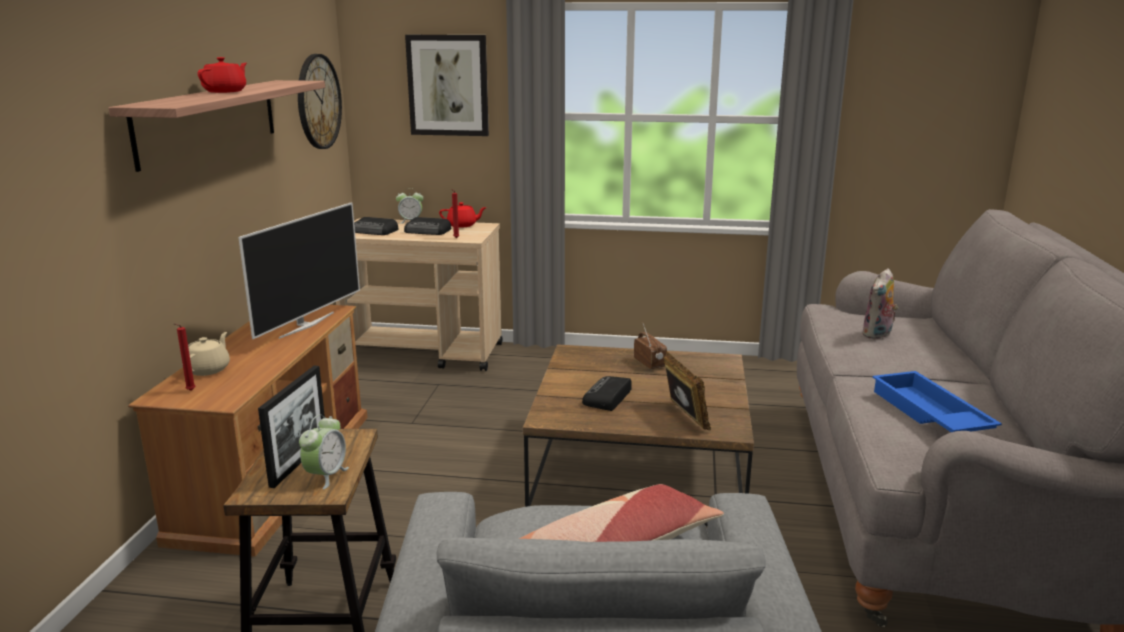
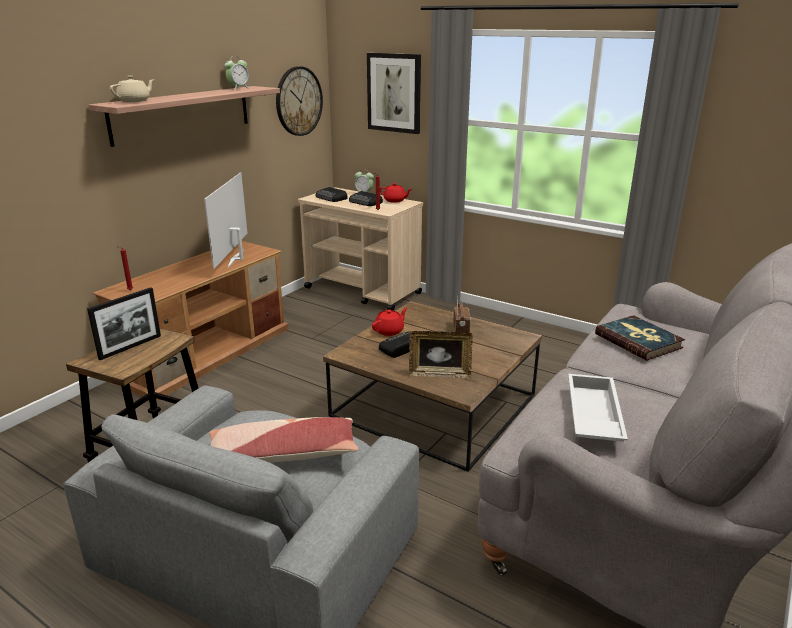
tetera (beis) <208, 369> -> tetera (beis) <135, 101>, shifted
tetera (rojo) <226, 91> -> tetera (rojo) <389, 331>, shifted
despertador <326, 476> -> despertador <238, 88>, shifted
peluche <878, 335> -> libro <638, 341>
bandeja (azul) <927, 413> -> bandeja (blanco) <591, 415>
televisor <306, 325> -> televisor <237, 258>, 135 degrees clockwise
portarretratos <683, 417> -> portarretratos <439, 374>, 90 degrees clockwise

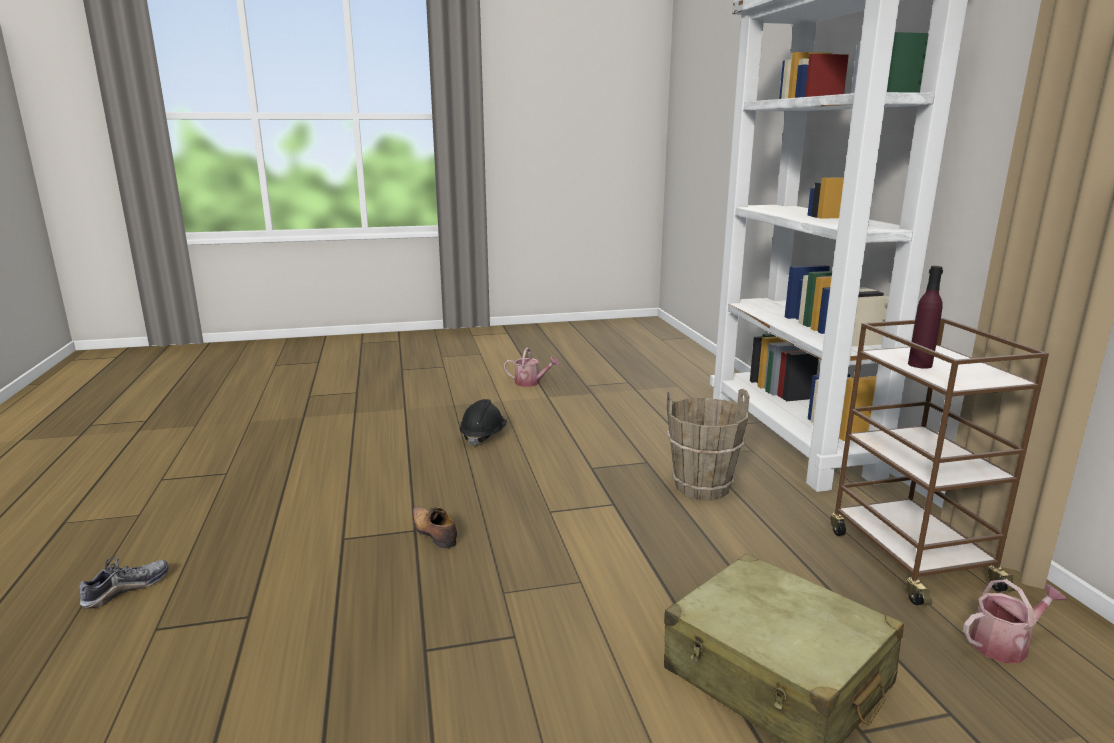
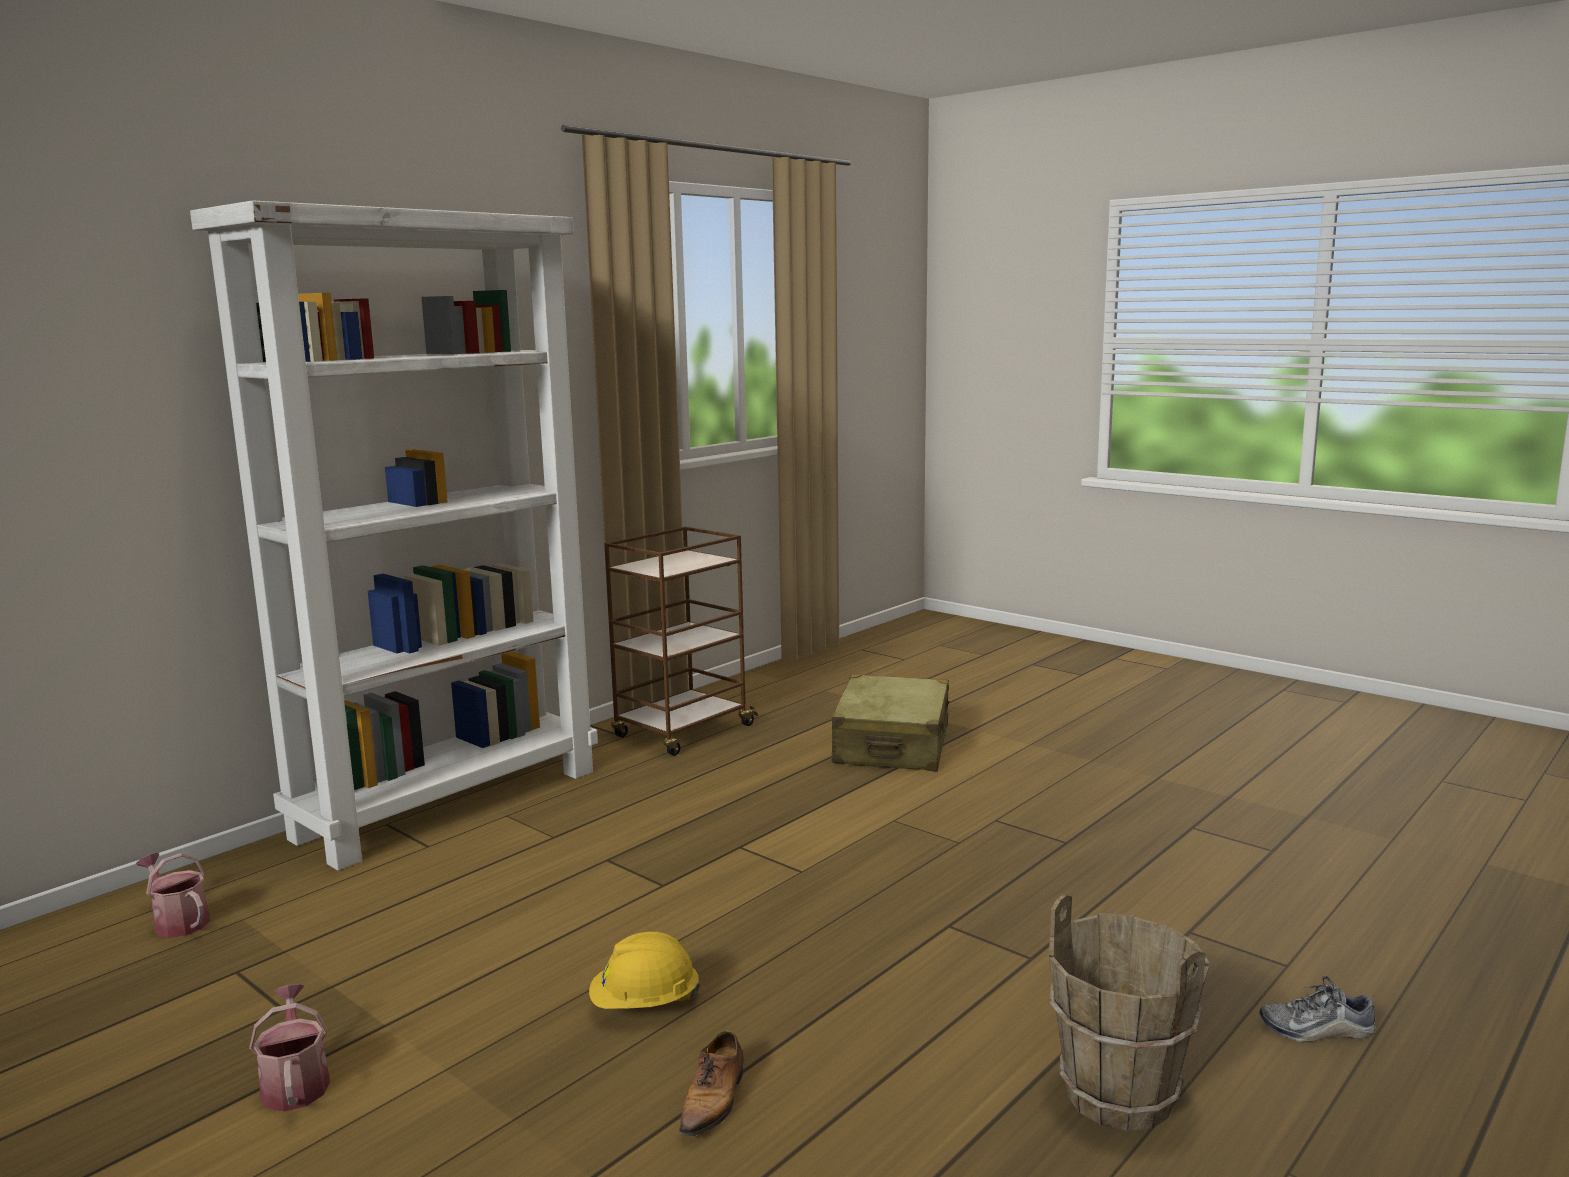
botella (morado) <920, 365> -> none
zapato <433, 533> -> zapato <713, 1100>, shifted
cubo (marrón) <702, 487> -> cubo (marrón) <1119, 1094>, shifted
regadera <1004, 644> -> regadera <178, 921>, shifted
casco (negro) <483, 436> -> casco (amarillo) <645, 1004>

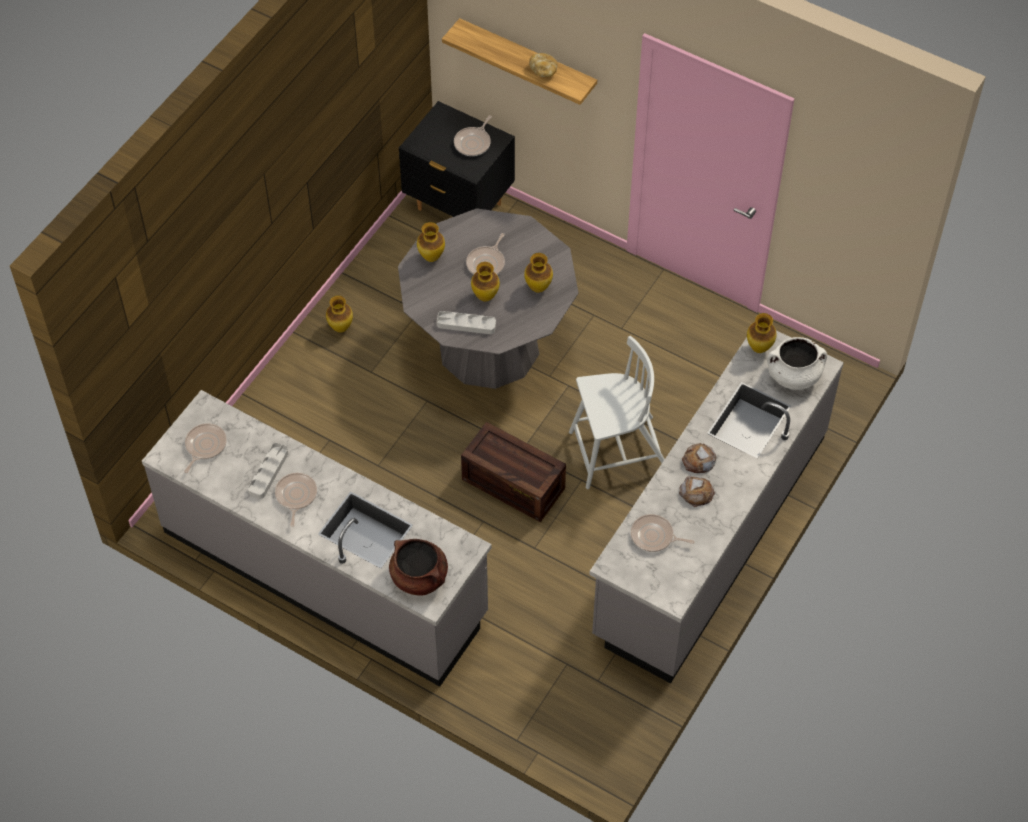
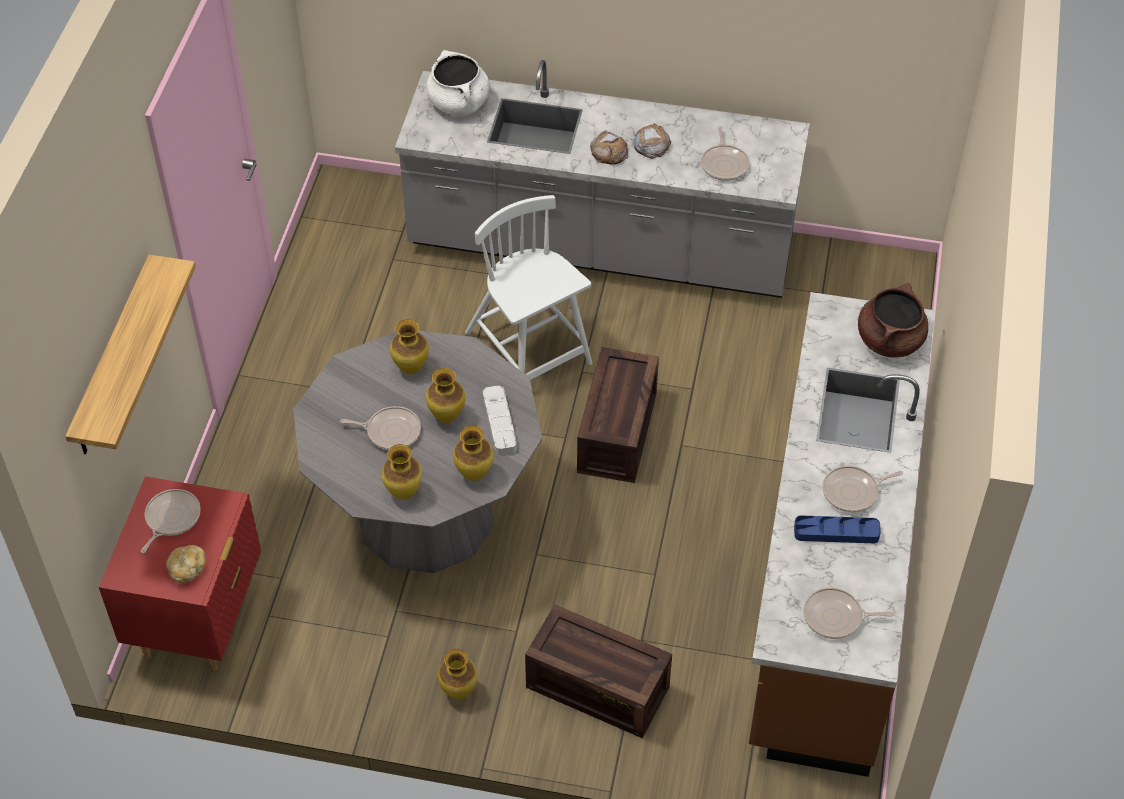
none -> caja de embalaje <595, 688>
pan <543, 70> -> pan <187, 569>, shifted
florero <759, 348> -> florero <475, 474>, shifted
mueble bajo de cocina (gris) <325, 572> -> mueble bajo de cocina (marrón) <829, 576>
bandeja (gris) <268, 472> -> bandeja (azul) <836, 532>
mesita de noche (negro) <459, 207> -> mesita de noche (rojo) <198, 622>
sartén <473, 143> -> sartén <171, 518>, 75 degrees counterclockwise

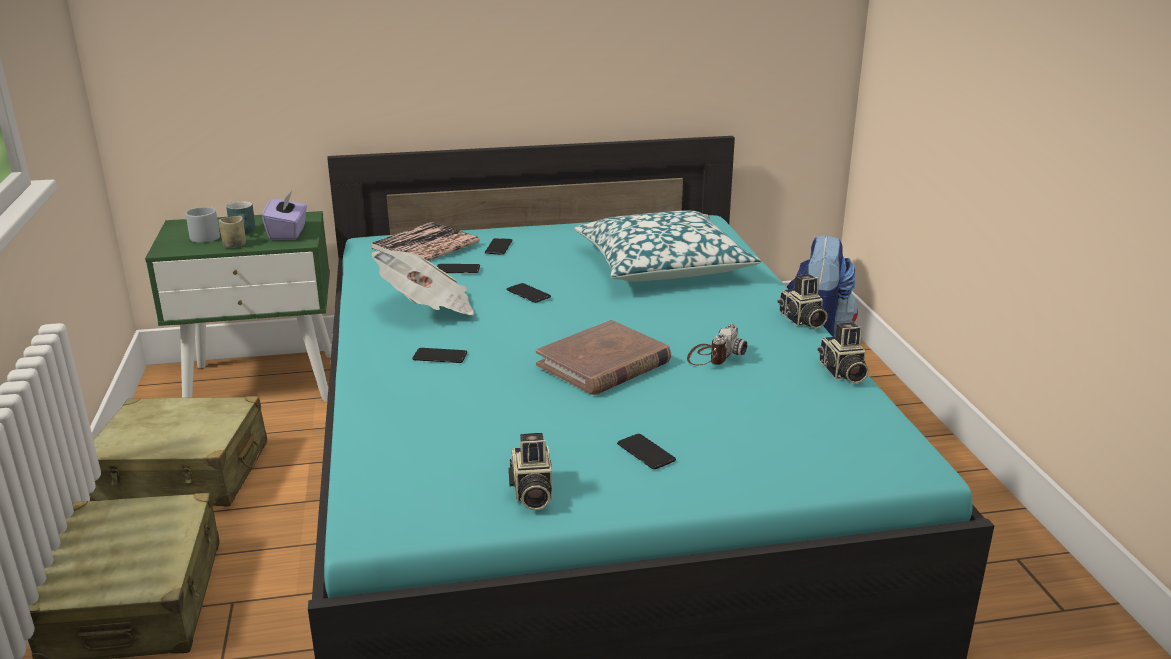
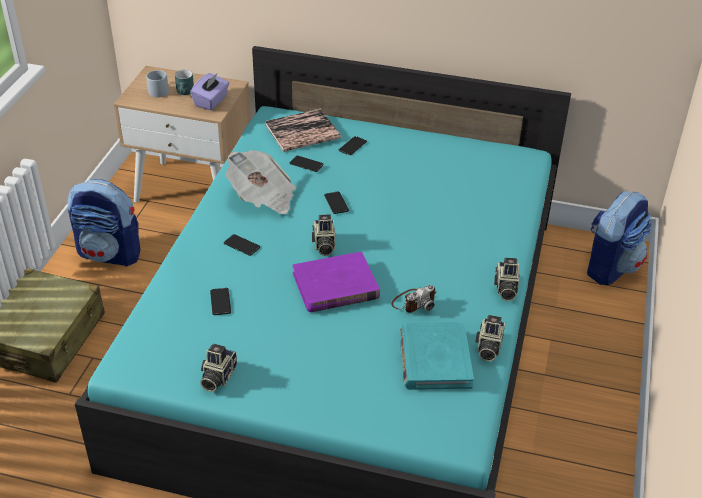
taza <234, 245> -> none
cojín <662, 266> -> none
none -> cámara <323, 245>
none -> libro (turquesa) <434, 359>
móvil <646, 452> -> móvil <220, 302>, shifted
maleta (beis) <183, 475> -> mochila <110, 254>
mesita de noche (verde) <263, 382> -> mesita de noche (beis) <193, 189>
libro (marrón) <603, 363> -> libro (morado) <335, 286>

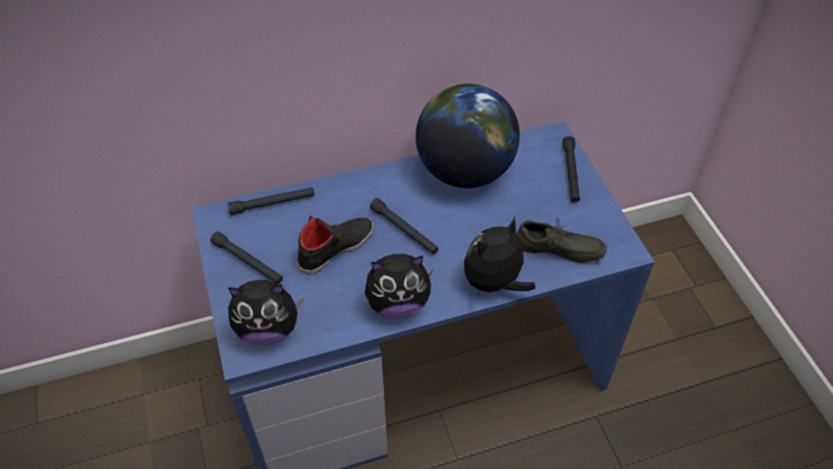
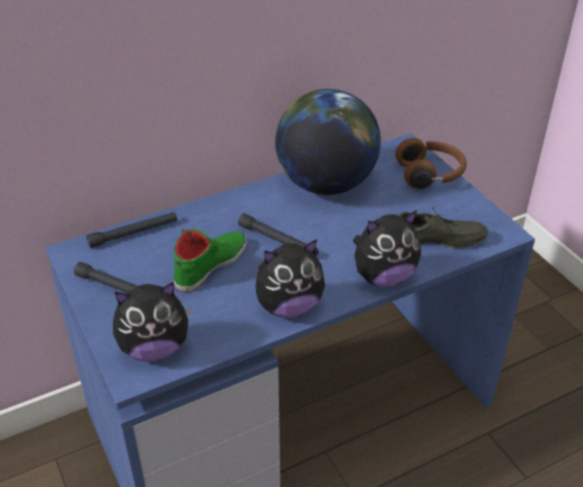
linterna (negro) <570, 173> -> auriculares (marrón) <430, 174>
zapato (negro) <336, 247> -> zapato (verde) <210, 264>
peluche <494, 284> -> peluche <383, 276>, 150 degrees counterclockwise

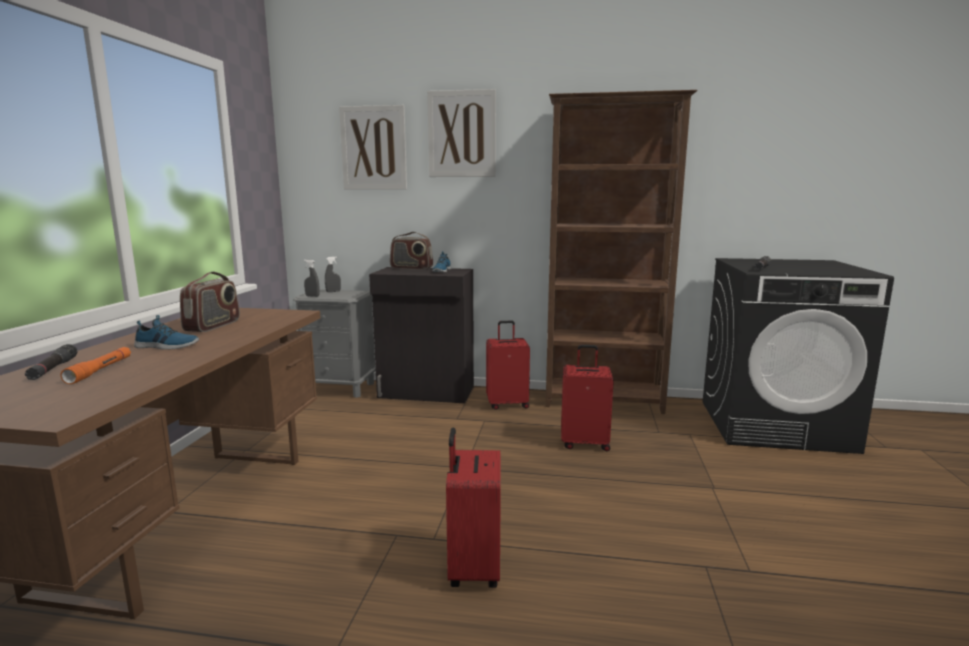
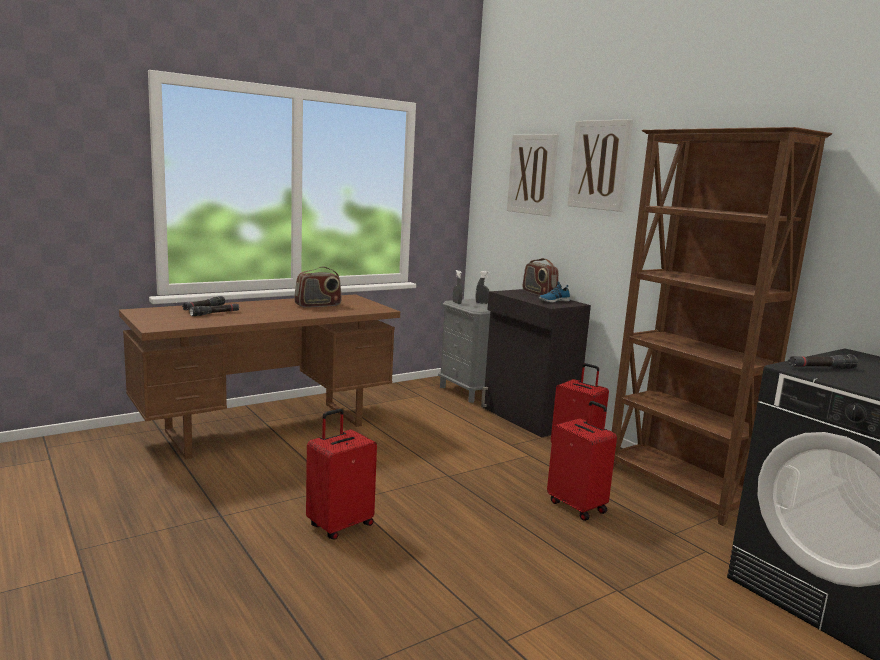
zapato <166, 346> -> none
linterna (naranja) <100, 370> -> linterna (negro) <215, 313>

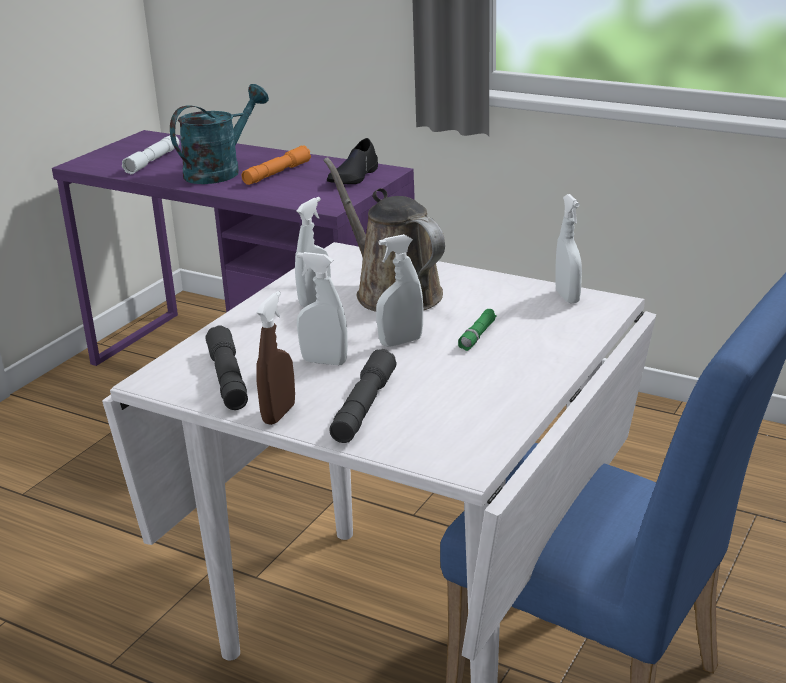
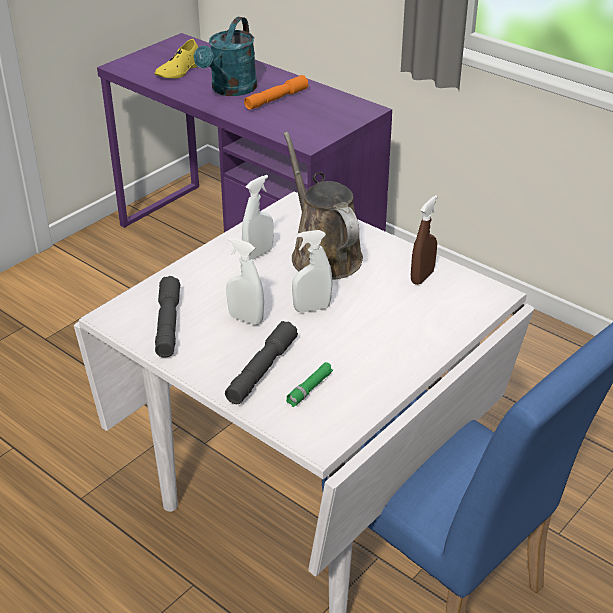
zapato (negro) <354, 177> -> none
pulverizador (blanco) <567, 297> -> none
pulverizador (marrón) <279, 414> -> pulverizador (marrón) <422, 277>, shifted
linterna (verde) <477, 335> -> linterna (verde) <309, 389>, shifted
linterna (blanco) <153, 161> -> zapato (amarillo) <179, 70>
regadera (turquesa) <220, 171> -> regadera (turquesa) <230, 90>, 150 degrees clockwise

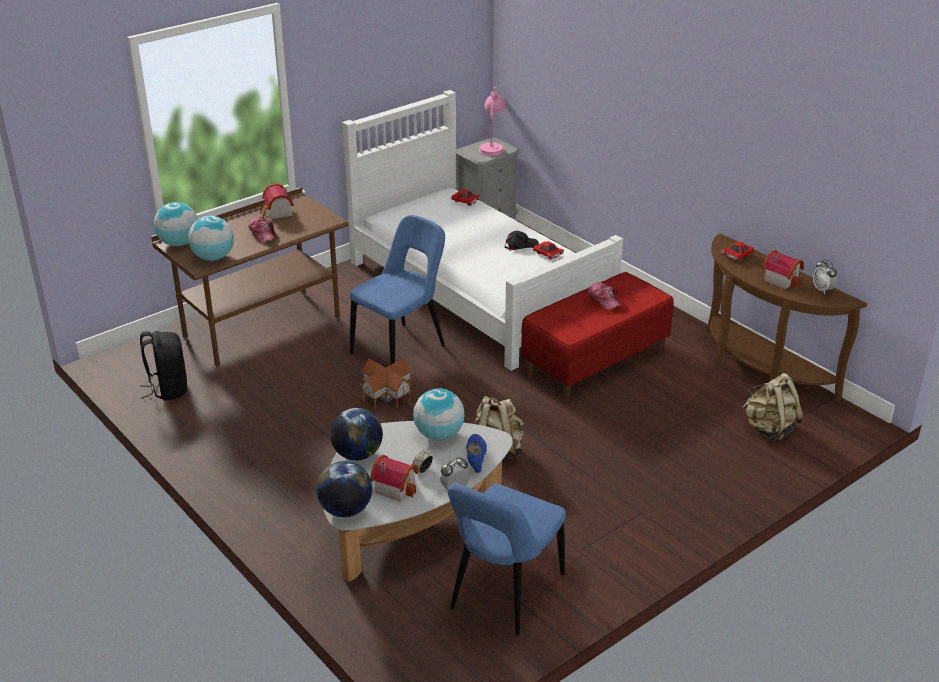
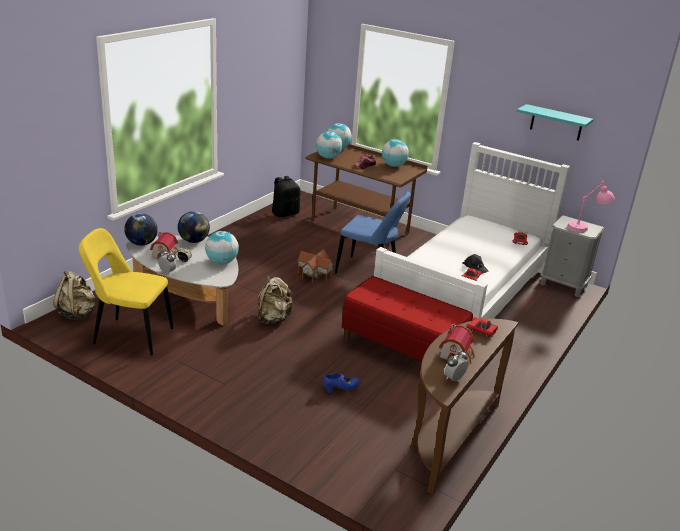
gorra <604, 300> -> none
none -> estante (turquesa) <556, 123>
zapato (azul) <475, 459> -> zapato (azul) <341, 389>, shifted
mochila (beis) <769, 429> -> mochila (beis) <77, 313>, shifted
casita <277, 213> -> globo terráqueo <393, 166>
silla (azul) <504, 595> -> silla (amarillo) <130, 336>

